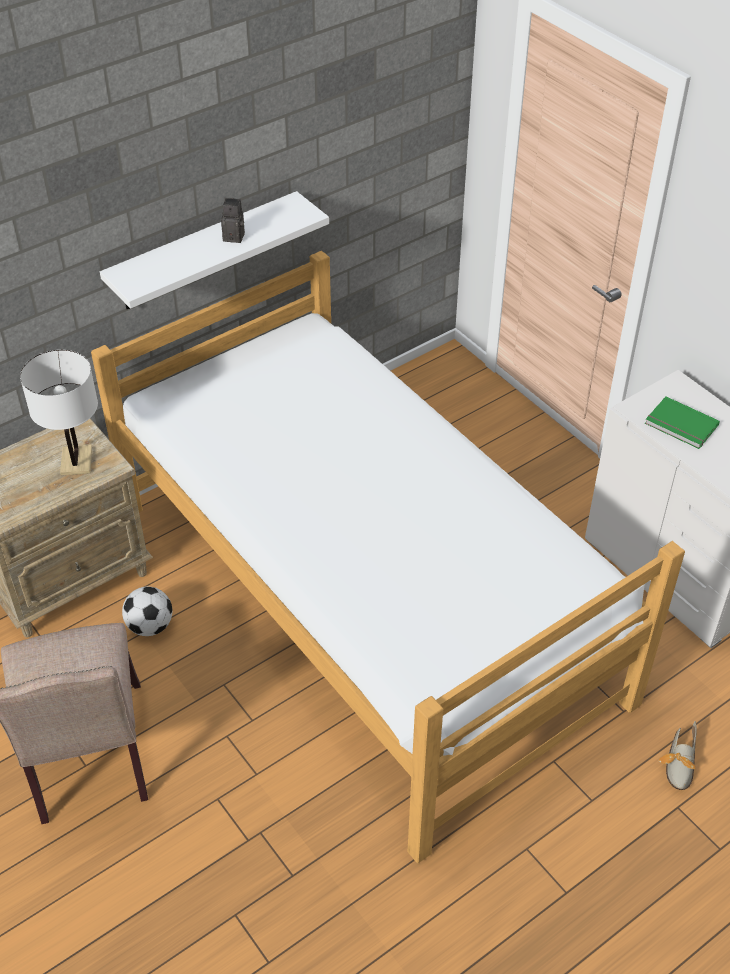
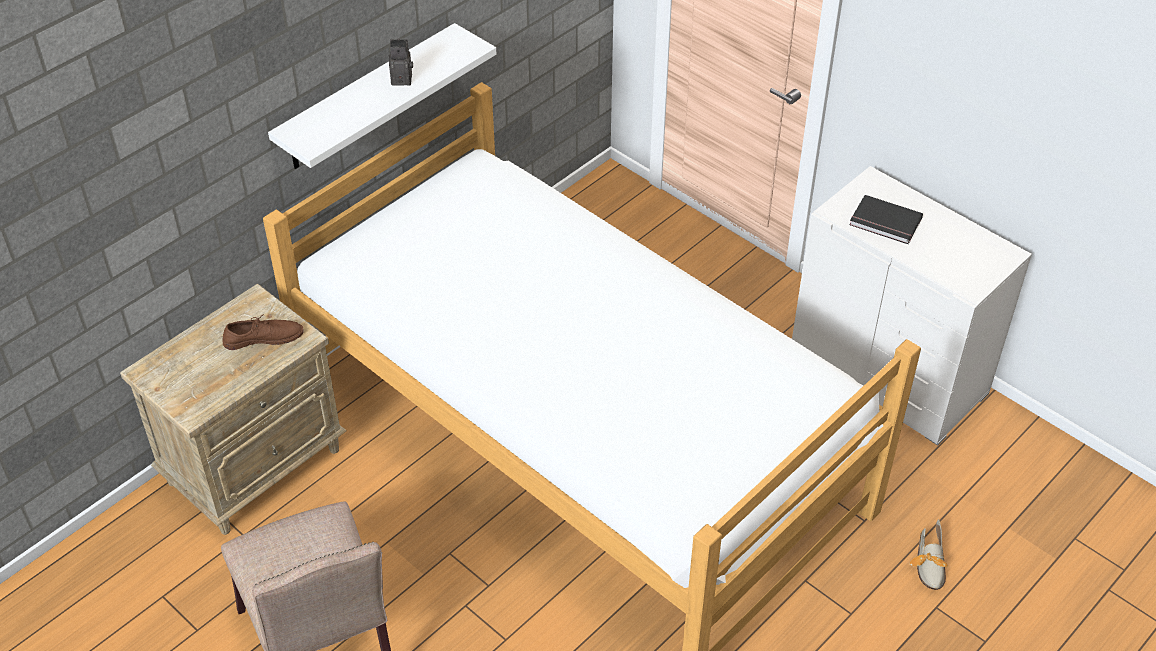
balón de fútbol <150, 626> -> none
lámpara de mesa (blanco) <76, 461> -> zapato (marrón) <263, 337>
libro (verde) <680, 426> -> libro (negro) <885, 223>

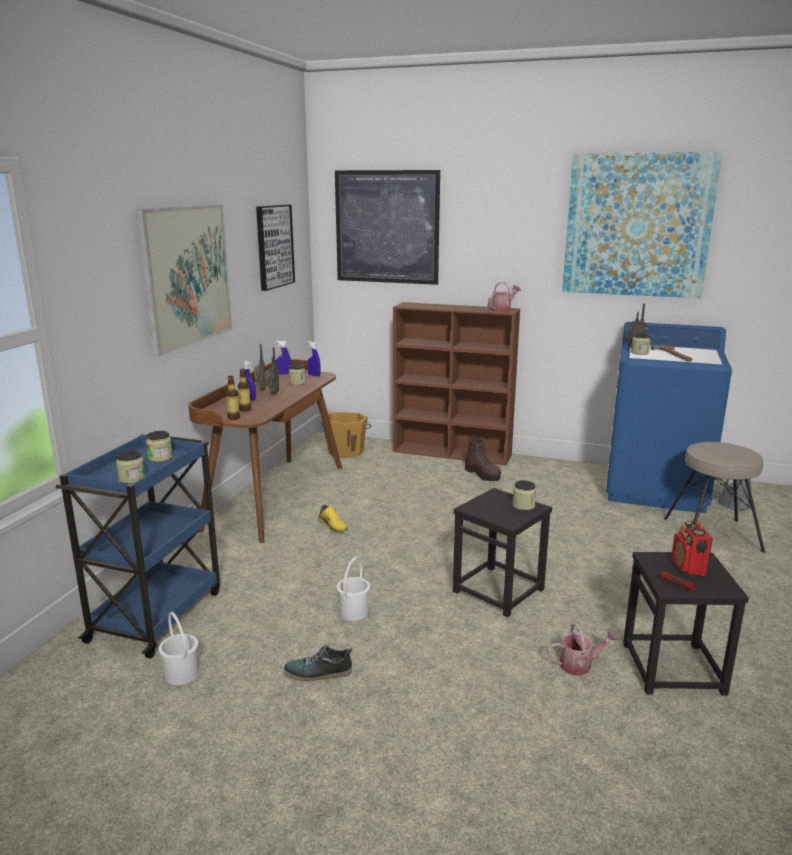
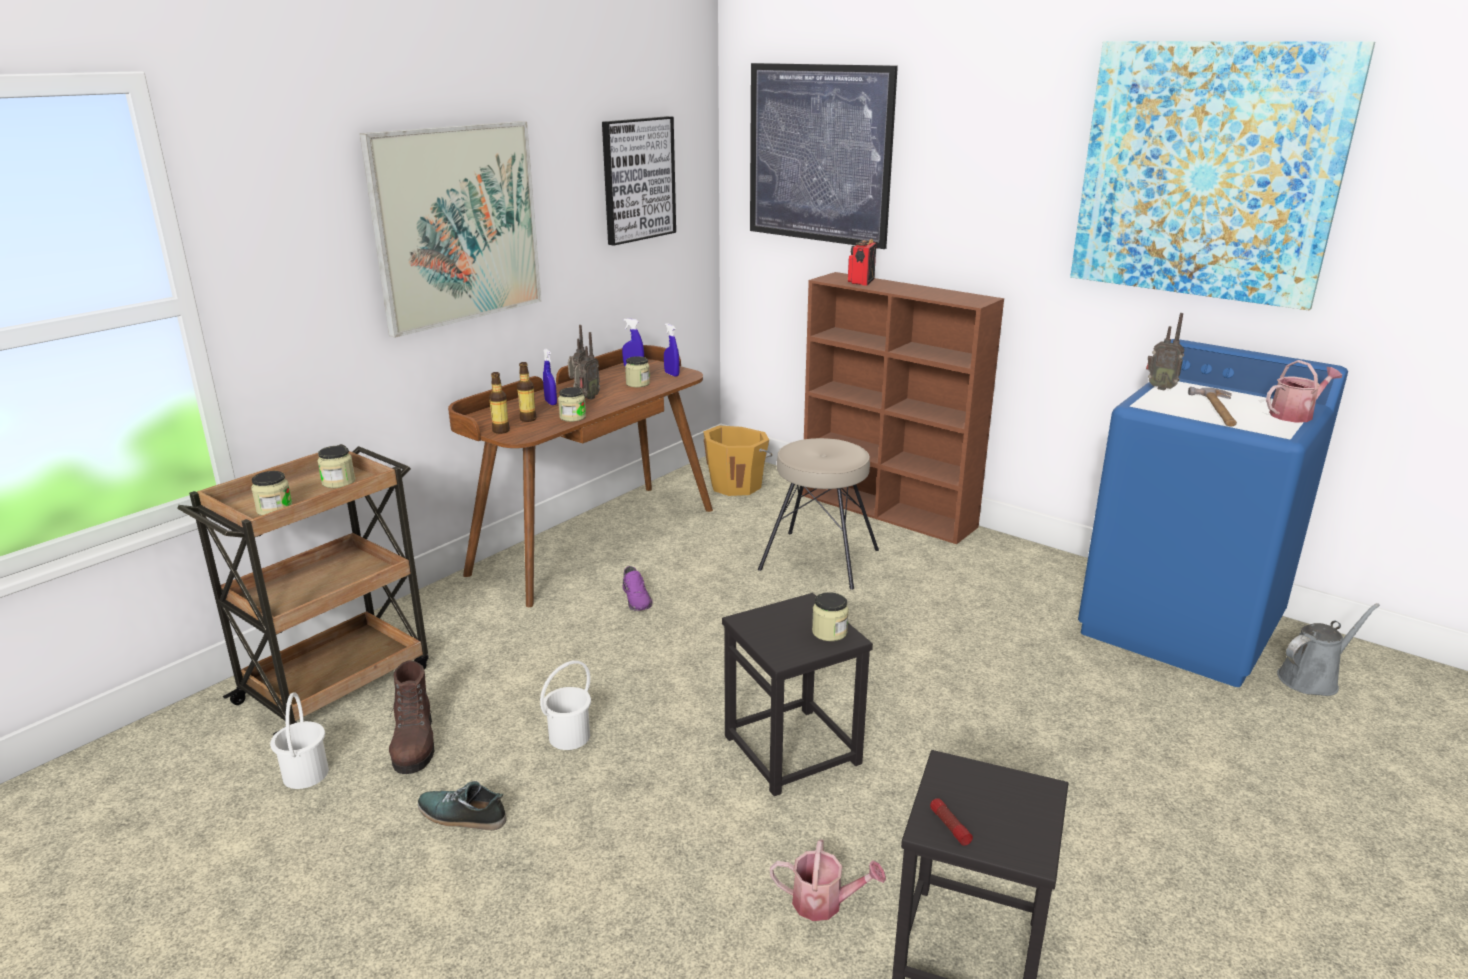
bota (marrón) <482, 474> -> bota (marrón) <414, 745>, shifted
regadera <503, 310> -> regadera <1295, 415>, shifted
tarro <639, 353> -> tarro <572, 417>, shifted
taburete (beis) <711, 534> -> taburete (beis) <819, 558>, shifted
radio <688, 567> -> radio <861, 282>, shifted
carrito (azul) <157, 614> -> carrito (marrón) <337, 683>
zapato (amarillo) <333, 526> -> zapato (morado) <637, 599>

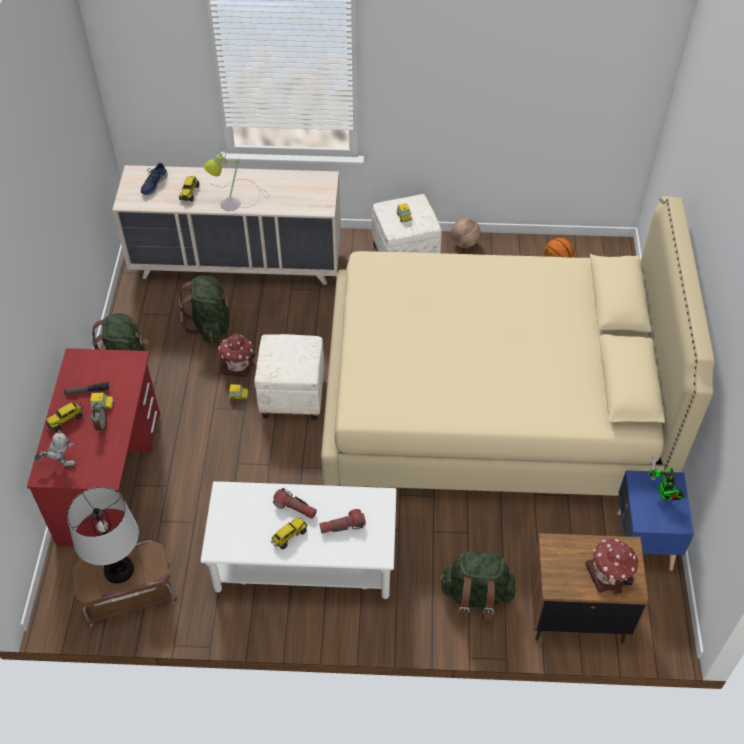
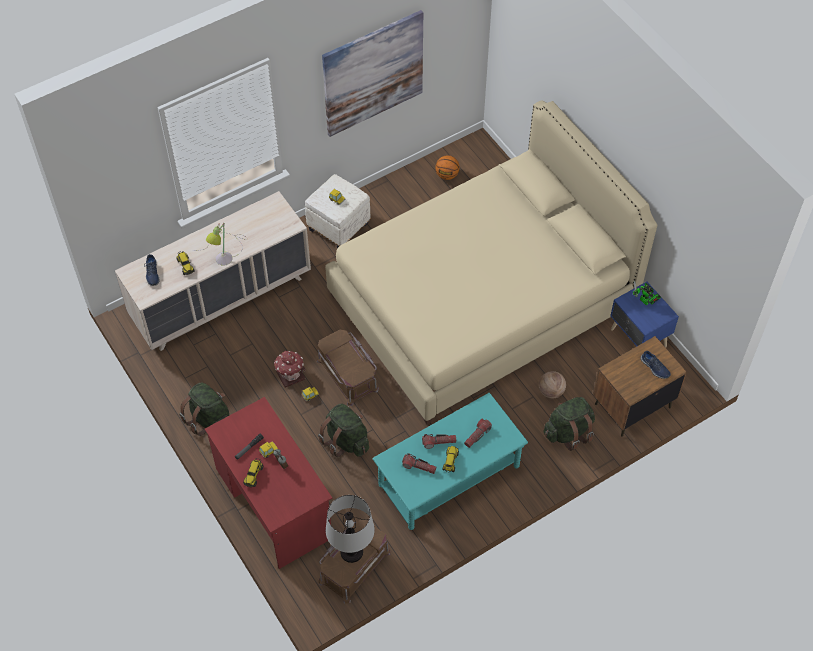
robot de juguete <60, 463> -> none
none -> cuadro <373, 73>
none -> linterna <419, 467>
mochila (verde) <211, 325> -> mochila (verde) <346, 440>, shifted
balón de baloncesto <464, 243> -> balón de baloncesto <551, 391>, shifted
puf (blanco) <293, 396> -> caja de almacenaje (marrón) <348, 374>
casita <610, 573> -> zapato (azul) <654, 368>
mesa de centro (blanco) <305, 561> -> mesa de centro (turquesa) <449, 476>

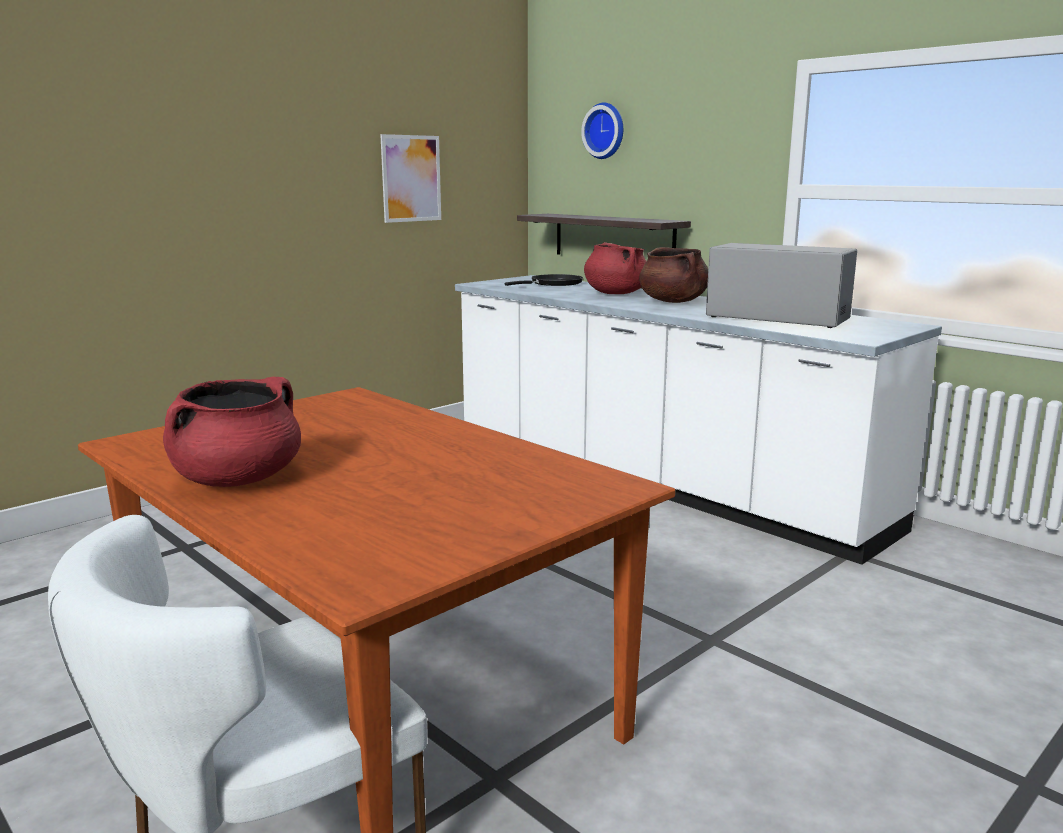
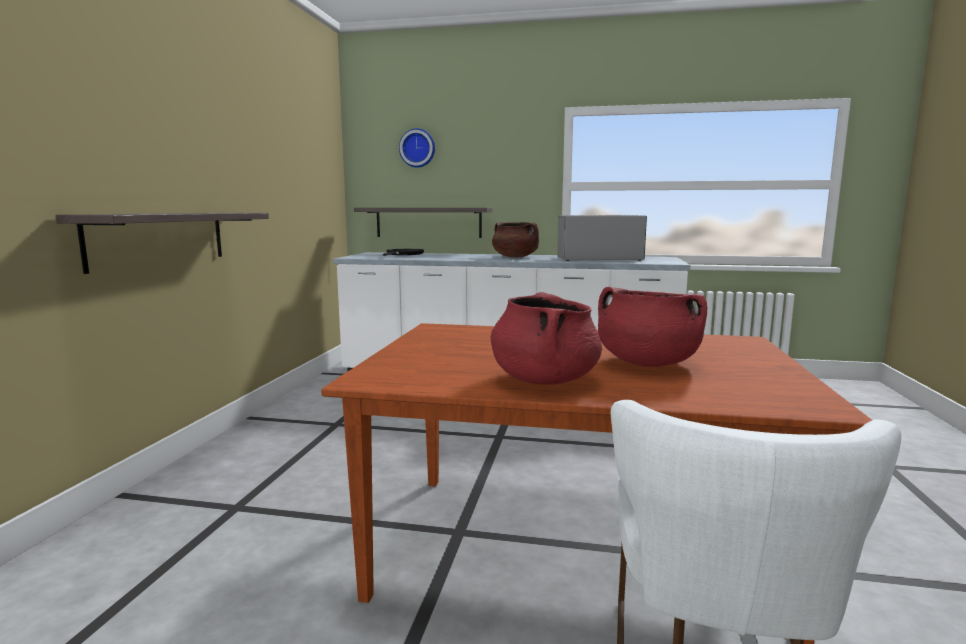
cuadro <411, 178> -> none
none -> estante <159, 238>
olla (rojo) <615, 293> -> olla (rojo) <646, 363>, shifted

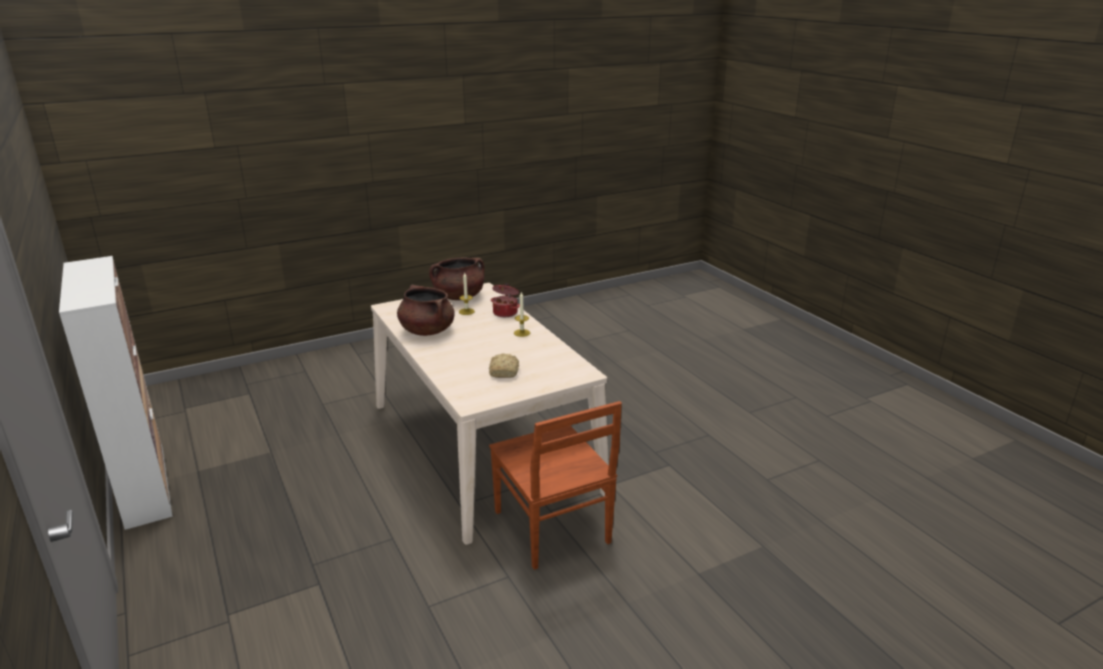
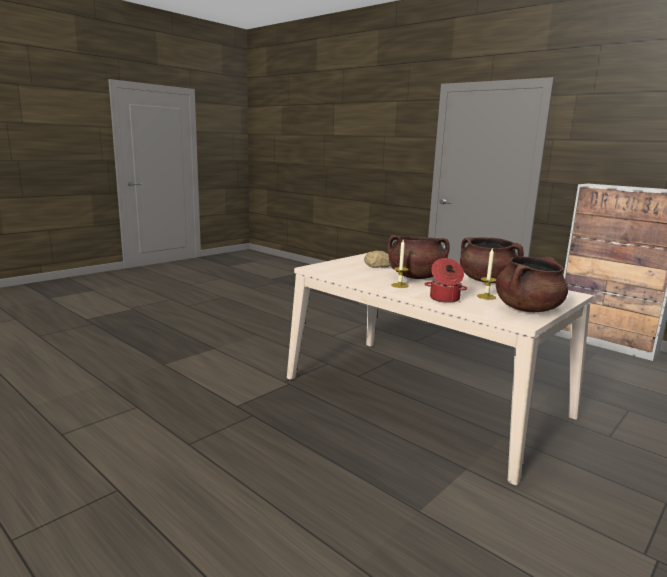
silla (marrón) <552, 529> -> none
none -> olla (marrón) <415, 277>

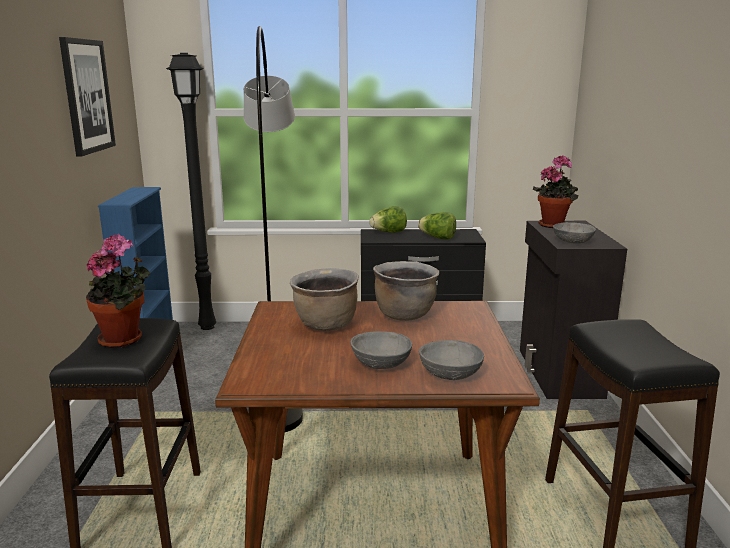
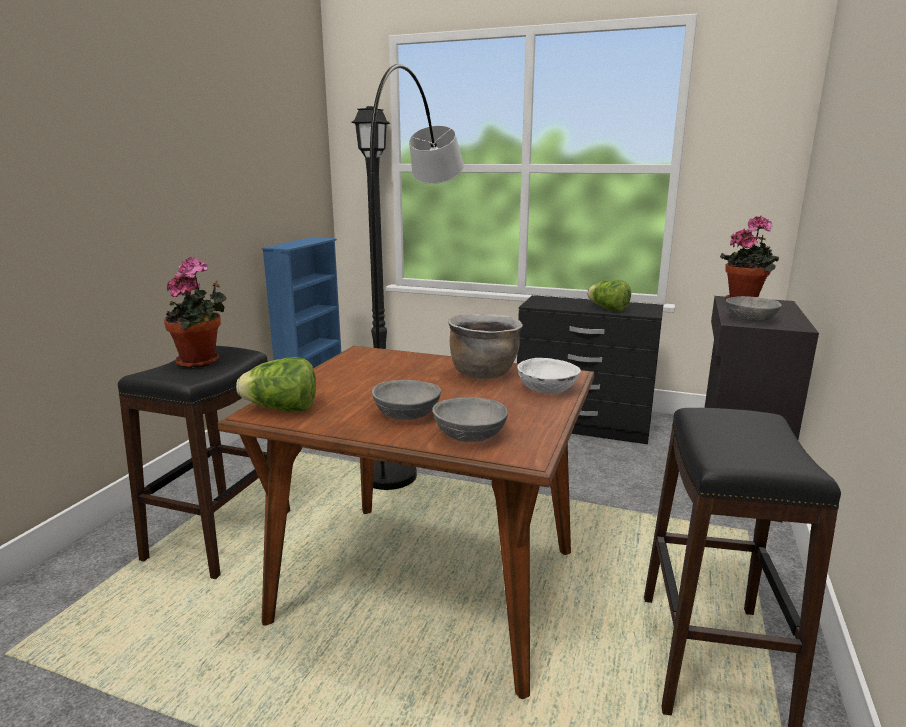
cuadro <87, 96> -> none
olla (marrón) <326, 325> -> none
none -> cuenco (blanco) <546, 389>
lechuga <388, 232> -> lechuga <282, 410>, shifted

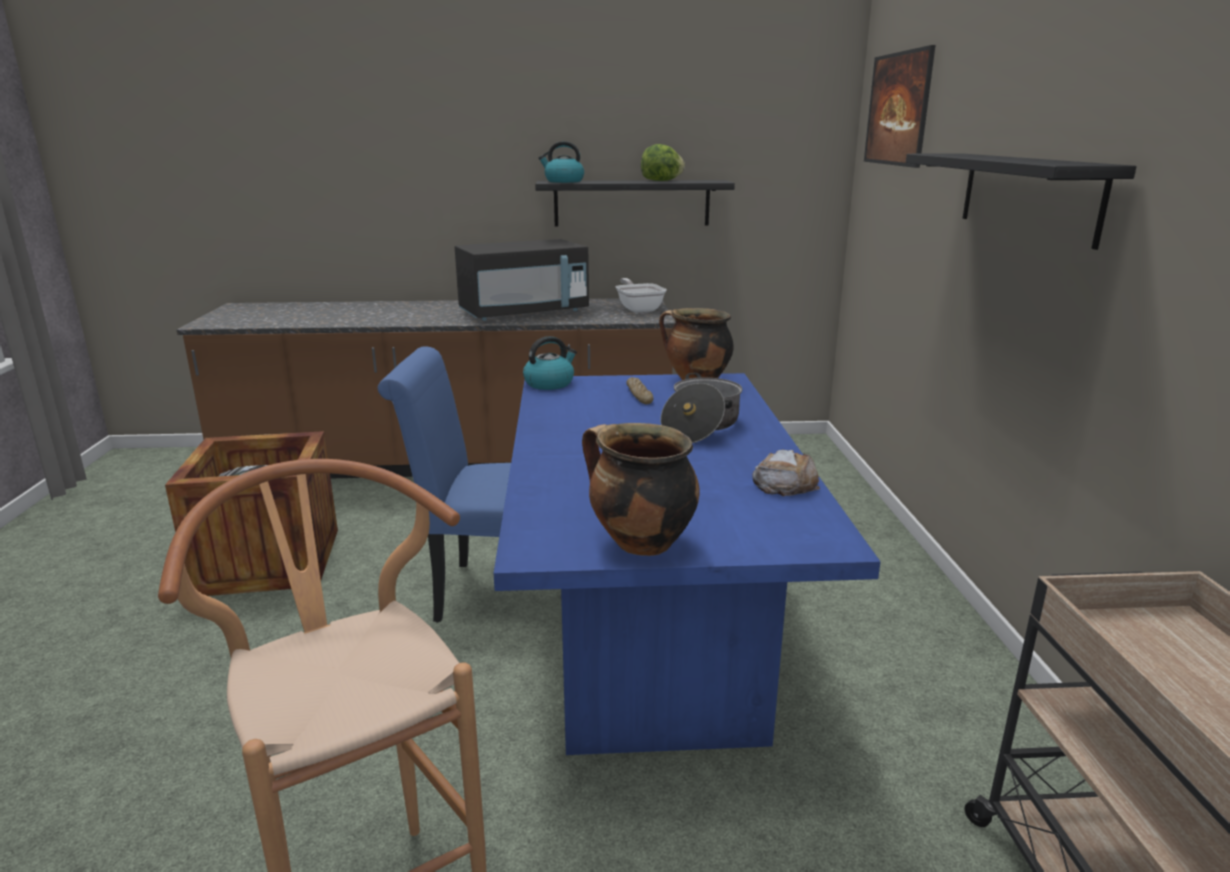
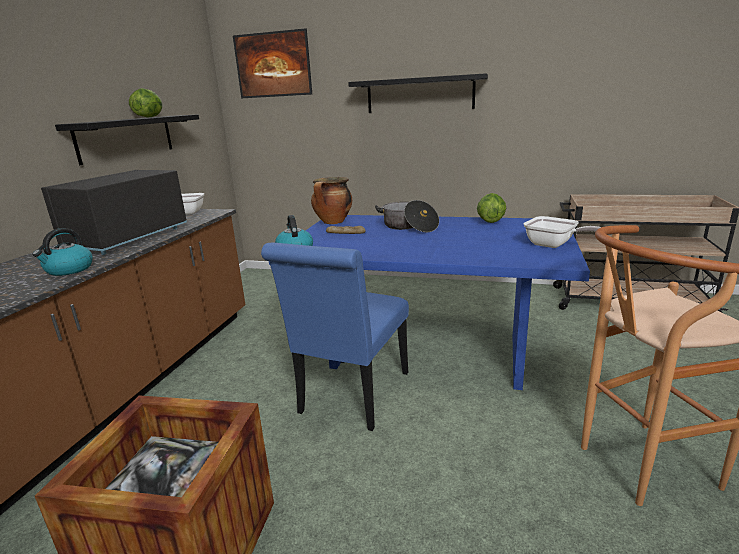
hervidor <563, 181> -> hervidor <69, 270>, shifted
olla <639, 543> -> sartén <554, 245>
pan <785, 483> -> lechuga <490, 221>
microondas (negro) <524, 313> -> microondas (negro) <128, 238>, 150 degrees counterclockwise

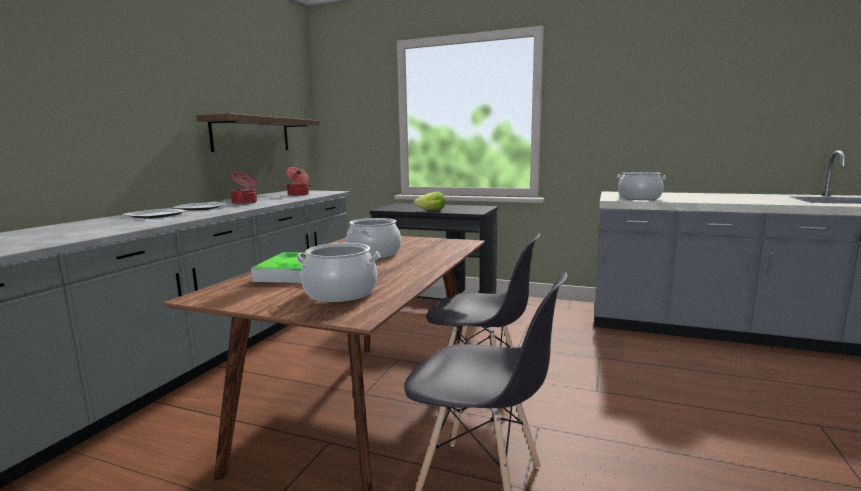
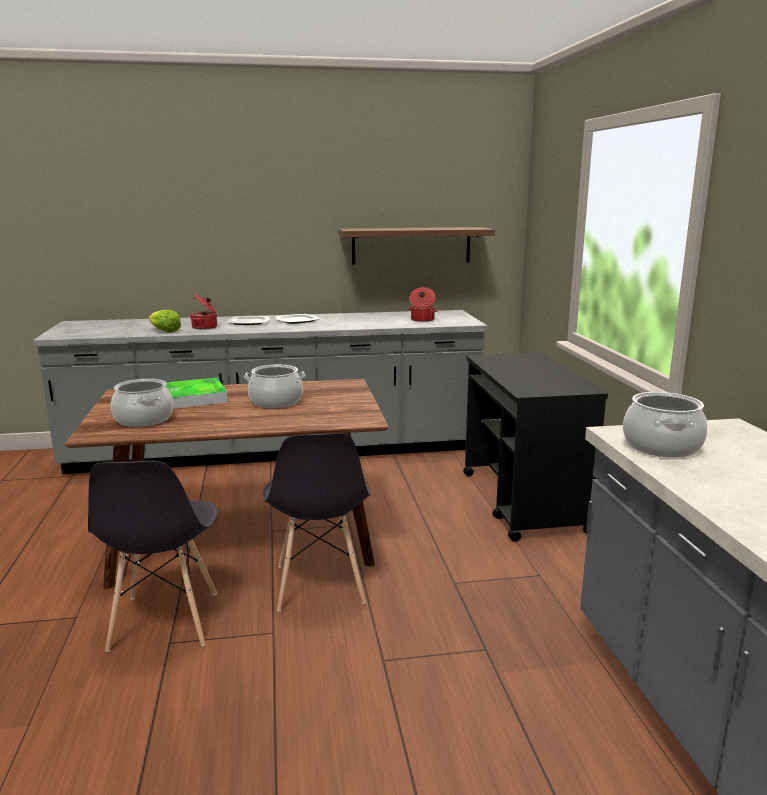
olla <245, 203> -> olla <205, 327>, shifted
lechuga <431, 210> -> lechuga <164, 331>, shifted

